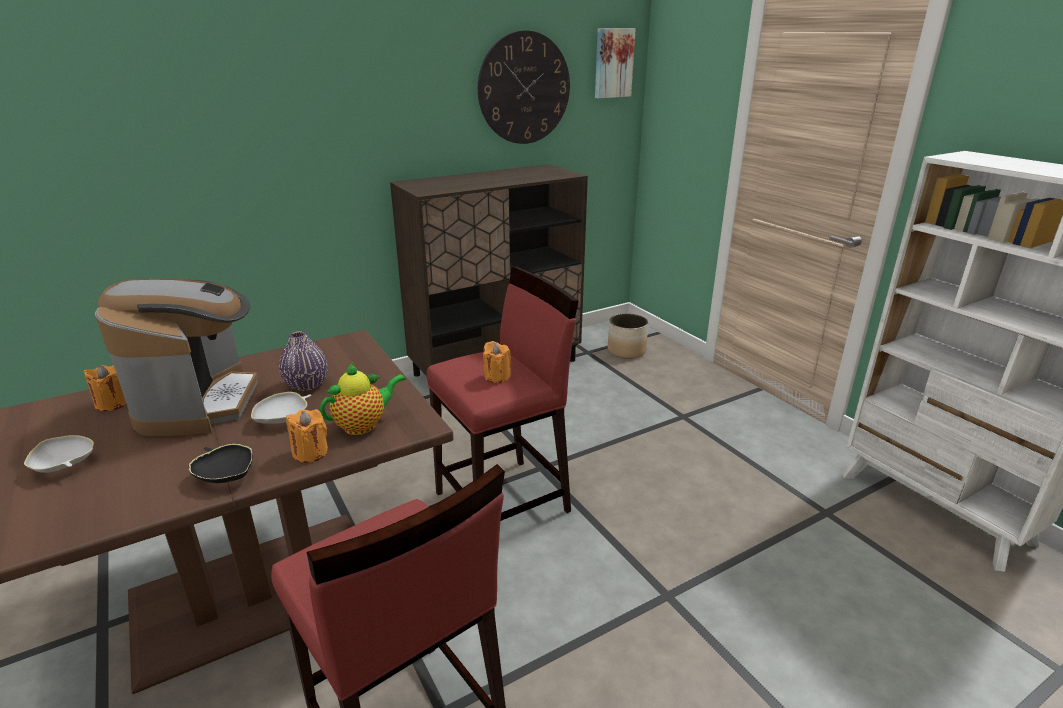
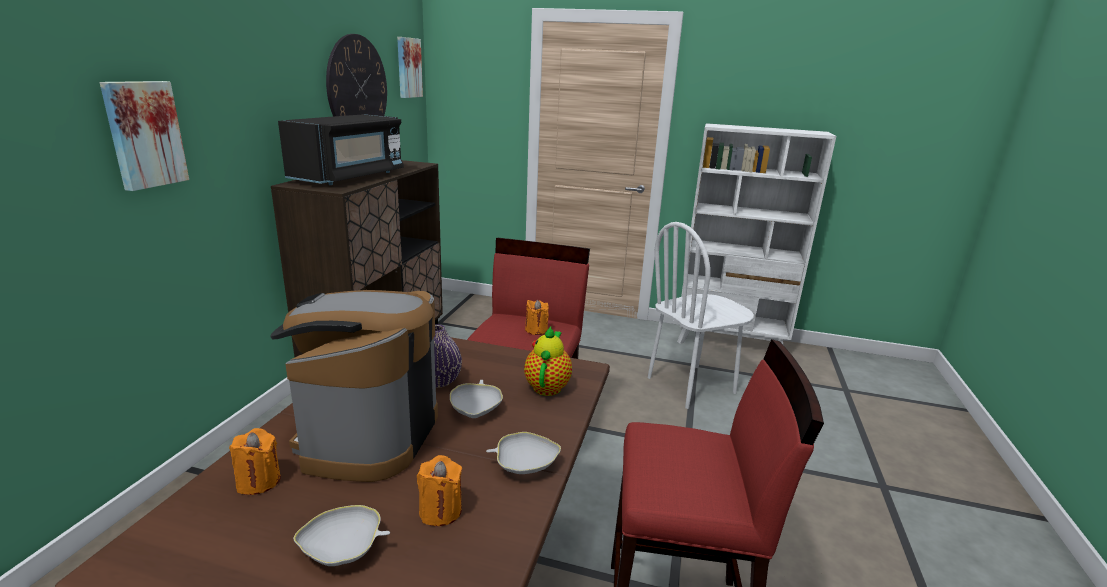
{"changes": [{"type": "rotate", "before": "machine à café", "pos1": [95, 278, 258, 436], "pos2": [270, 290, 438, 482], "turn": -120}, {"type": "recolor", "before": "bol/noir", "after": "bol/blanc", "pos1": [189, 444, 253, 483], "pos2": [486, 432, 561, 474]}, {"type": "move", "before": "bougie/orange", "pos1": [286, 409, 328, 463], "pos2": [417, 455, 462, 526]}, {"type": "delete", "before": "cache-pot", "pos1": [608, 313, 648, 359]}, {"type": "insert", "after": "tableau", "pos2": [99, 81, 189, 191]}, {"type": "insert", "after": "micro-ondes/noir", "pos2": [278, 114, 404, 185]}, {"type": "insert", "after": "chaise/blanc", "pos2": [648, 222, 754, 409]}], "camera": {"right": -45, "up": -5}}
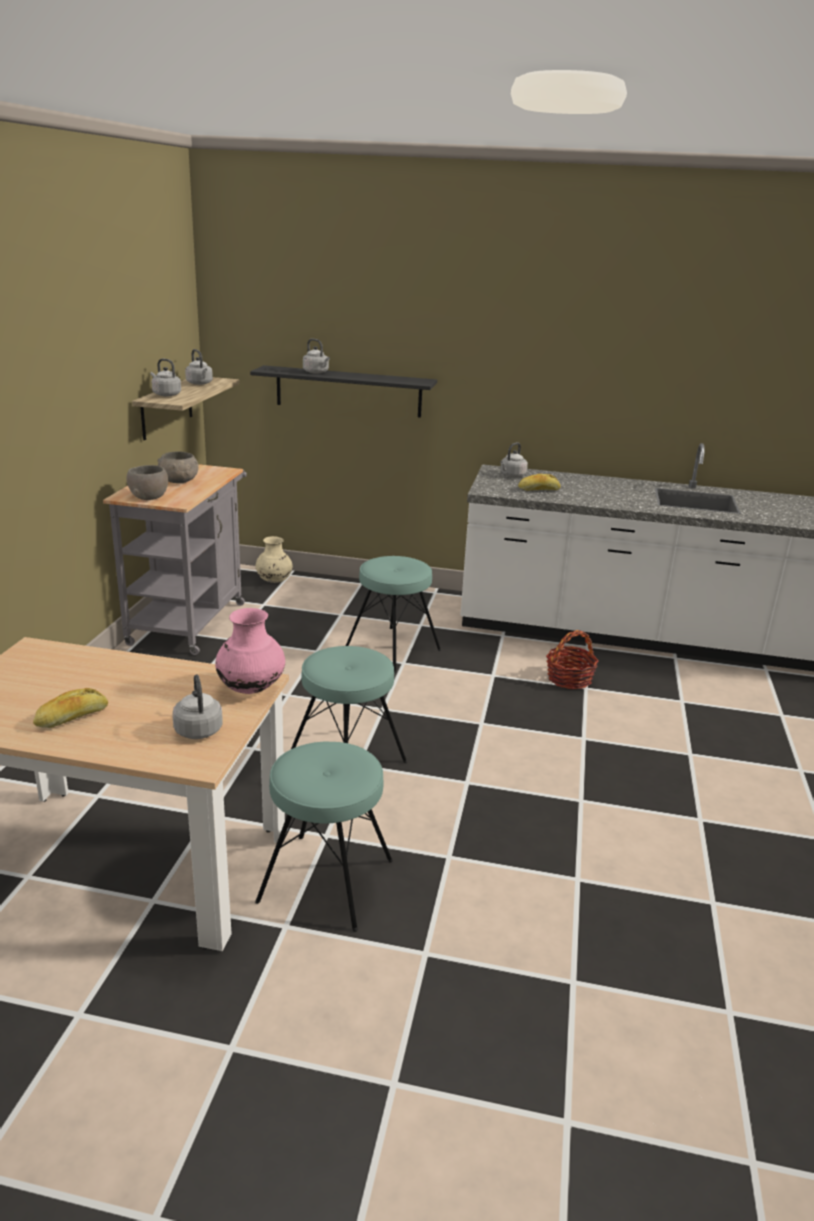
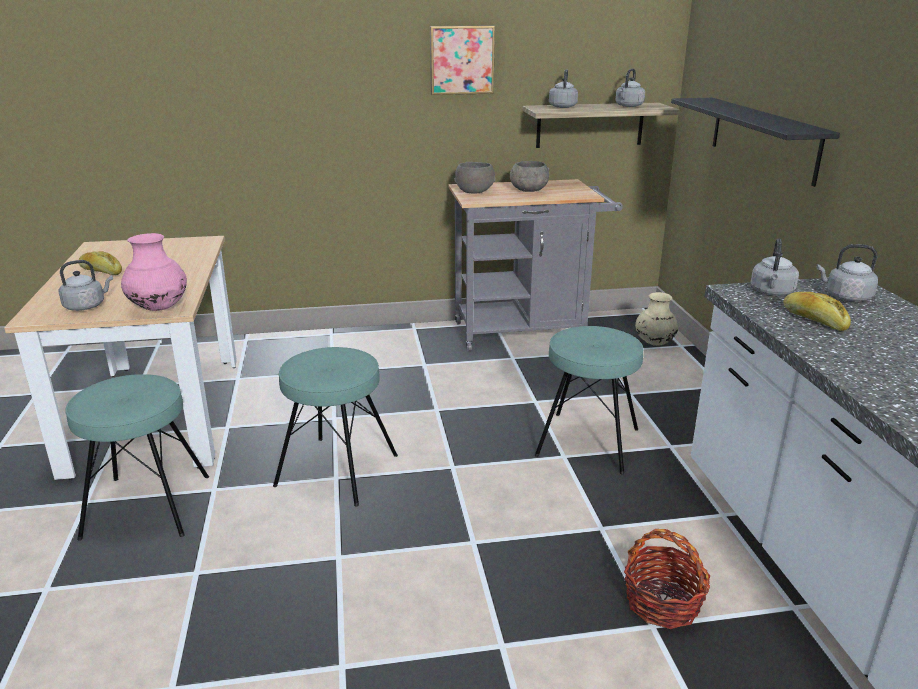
{"changes": [{"type": "move", "before": "bouilloire/gris", "pos1": [303, 338, 330, 374], "pos2": [751, 238, 799, 296]}, {"type": "insert", "after": "tableau", "pos2": [430, 26, 495, 95]}], "camera": {"right": 70, "up": 0}}
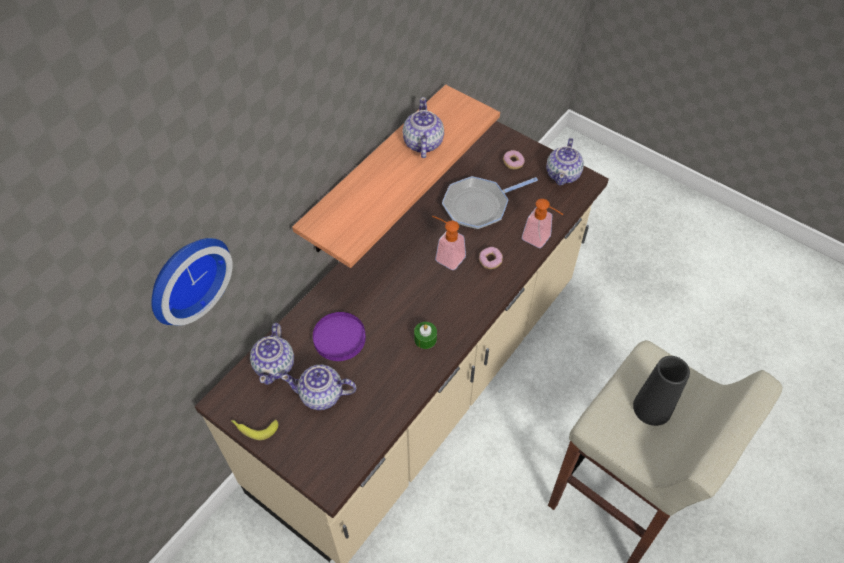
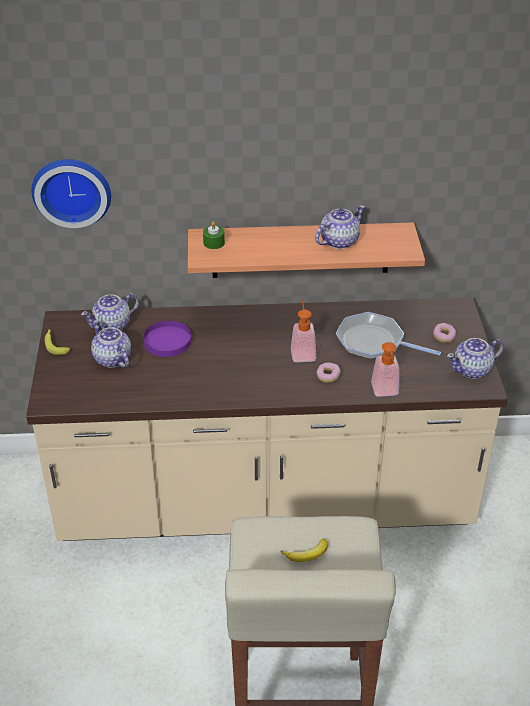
{"changes": [{"type": "move", "before": "bougie/vert", "pos1": [414, 322, 437, 349], "pos2": [203, 221, 225, 249]}, {"type": "replace", "before": "vase/noir", "after": "banane", "pos1": [633, 356, 690, 426], "pos2": [280, 539, 328, 562]}], "camera": {"right": 50, "up": -15}}
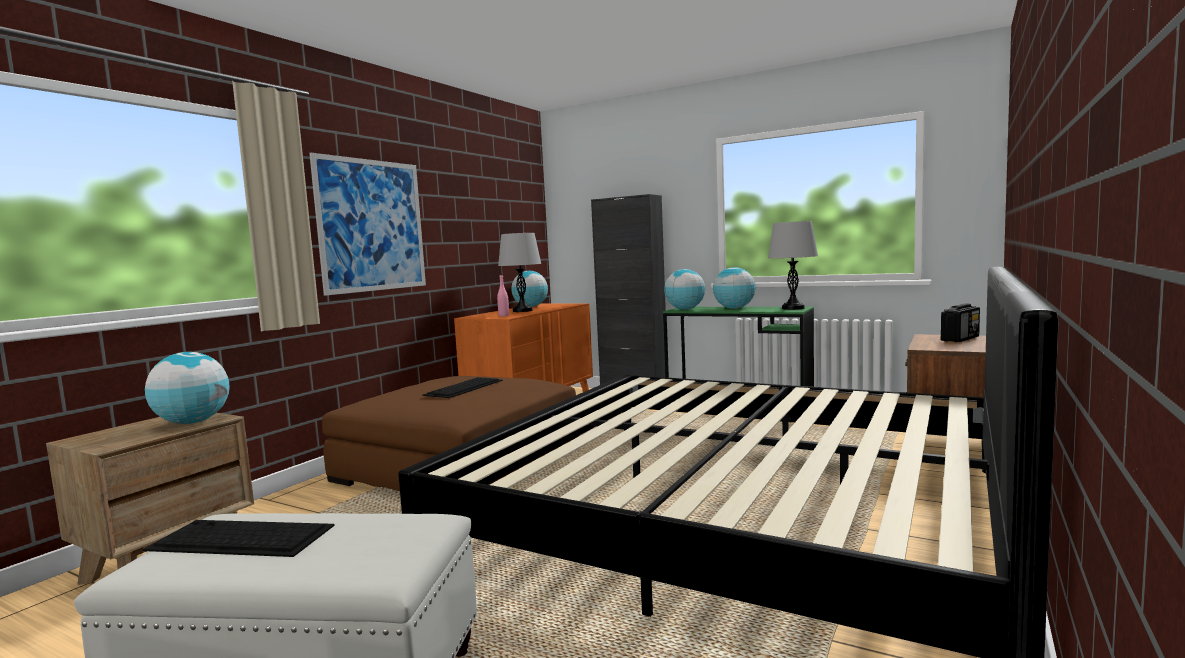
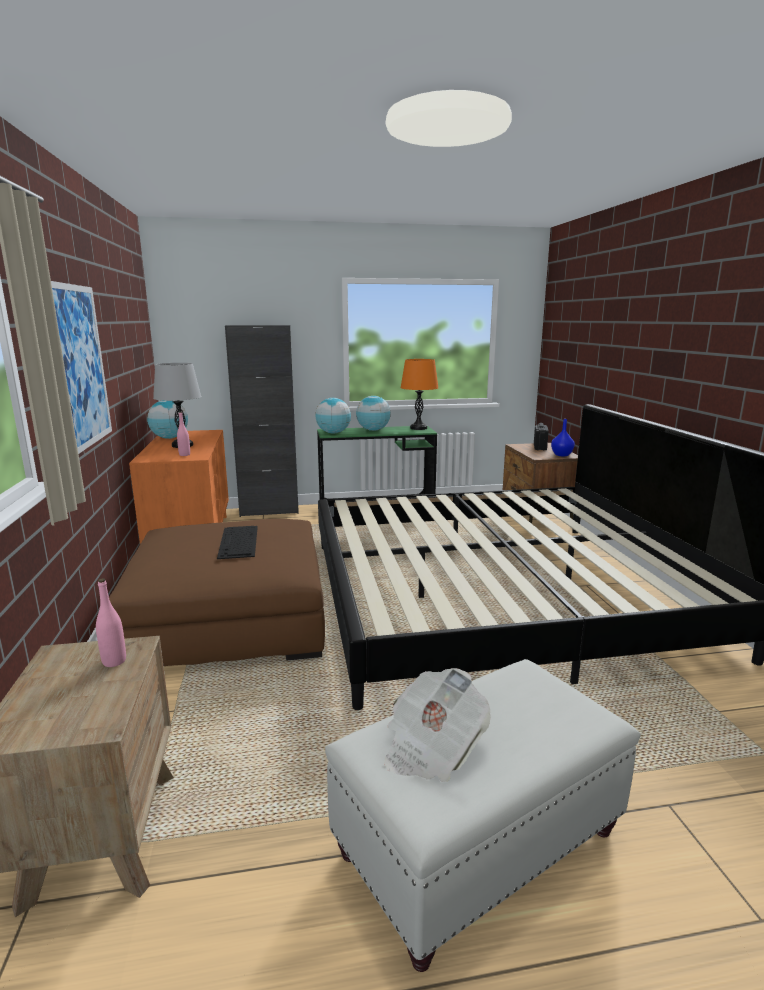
{"changes": [{"type": "replace", "before": "clavier", "after": "journal", "pos1": [143, 520, 335, 557], "pos2": [384, 668, 491, 782]}, {"type": "replace", "before": "globe", "after": "bouteille/rose", "pos1": [145, 352, 229, 424], "pos2": [96, 578, 126, 667]}, {"type": "recolor", "before": "lampe de table/gris", "after": "lampe de table/orange", "pos1": [768, 221, 818, 310], "pos2": [400, 359, 438, 430]}, {"type": "insert", "after": "vase/bleu", "pos2": [551, 419, 575, 456]}], "camera": {"right": -40, "up": 10}}
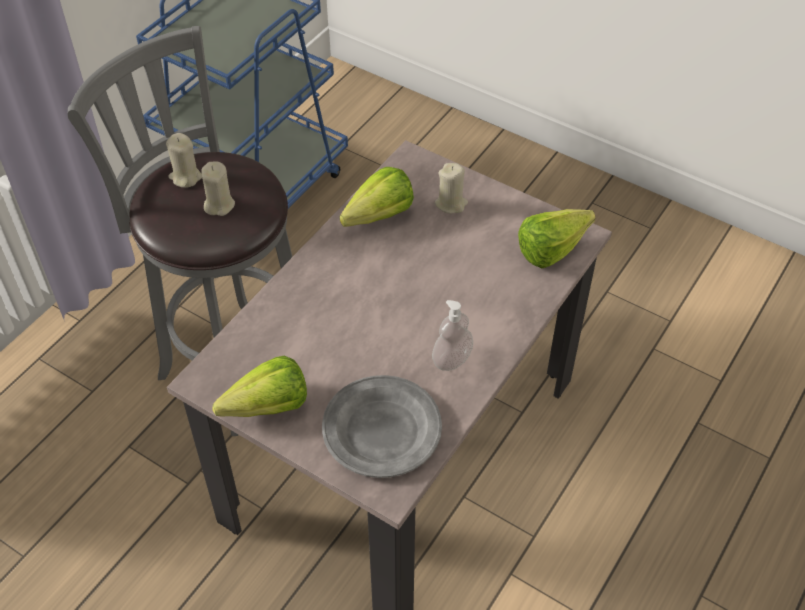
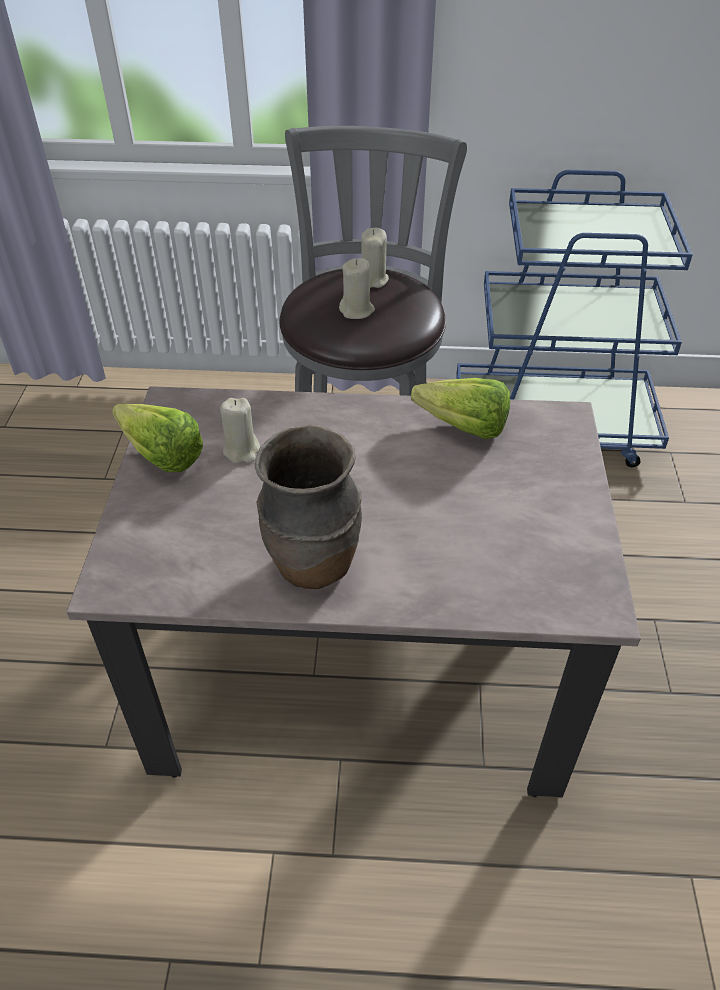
{"changes": [{"type": "delete", "before": "assiette/gris", "pos1": [322, 375, 442, 478]}, {"type": "replace", "before": "distributeur de savon", "after": "vase/marron", "pos1": [432, 300, 473, 371], "pos2": [255, 425, 362, 589]}, {"type": "move", "before": "bougie/beige", "pos1": [435, 163, 468, 214], "pos2": [220, 398, 260, 463]}, {"type": "delete", "before": "laitue", "pos1": [518, 209, 595, 268]}], "camera": {"right": 60, "up": -5}}
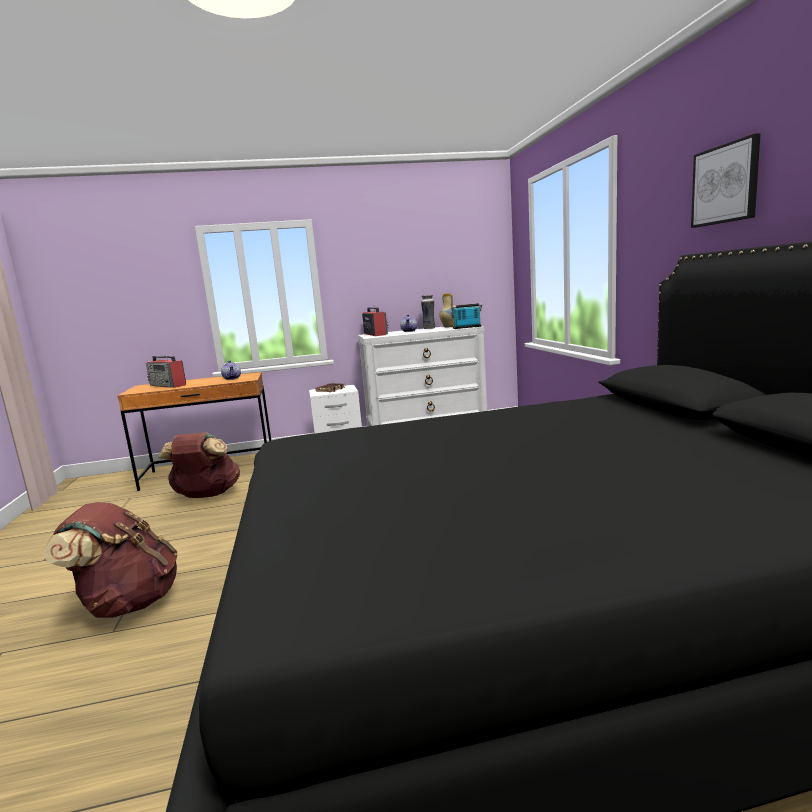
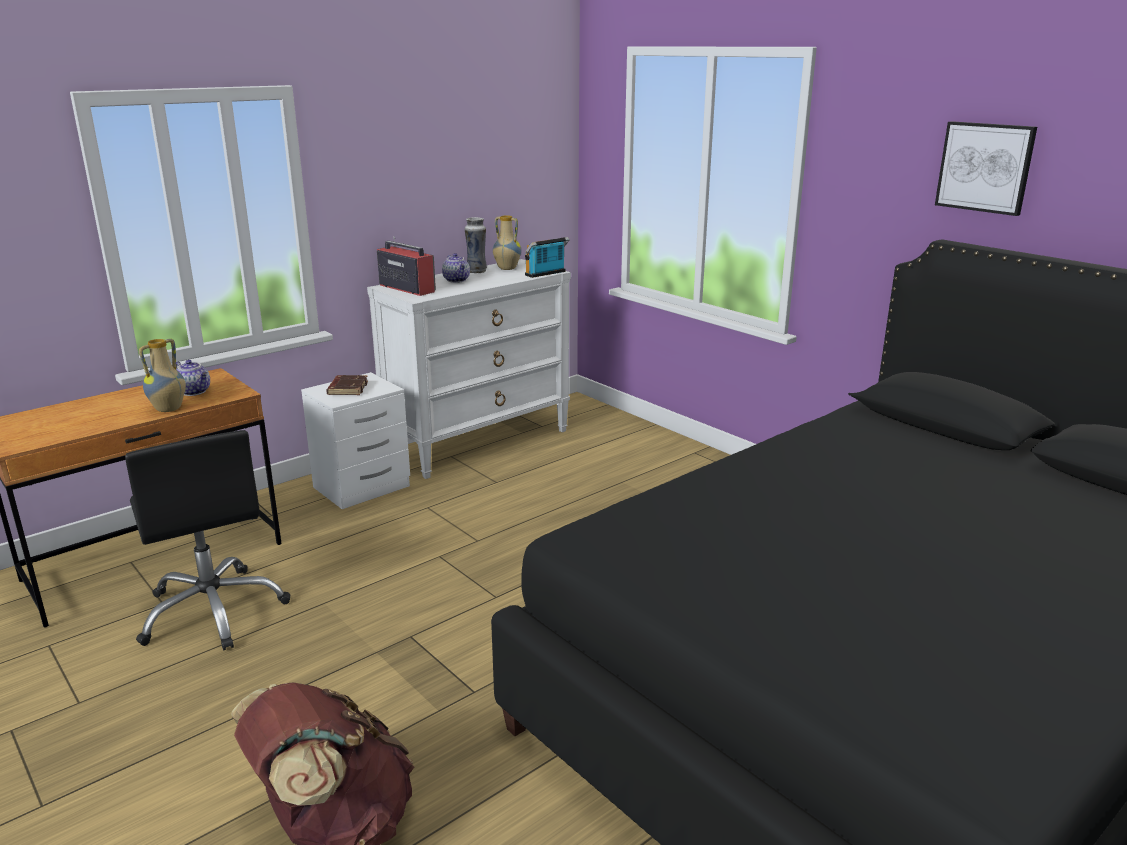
{"changes": [{"type": "delete", "before": "radio", "pos1": [146, 356, 186, 388]}, {"type": "replace", "before": "sac à dos/marron", "after": "chaise de bureau/noir", "pos1": [158, 433, 240, 498], "pos2": [125, 430, 290, 650]}, {"type": "insert", "after": "vase", "pos2": [139, 339, 186, 412]}], "camera": {"right": -30, "up": 10}}
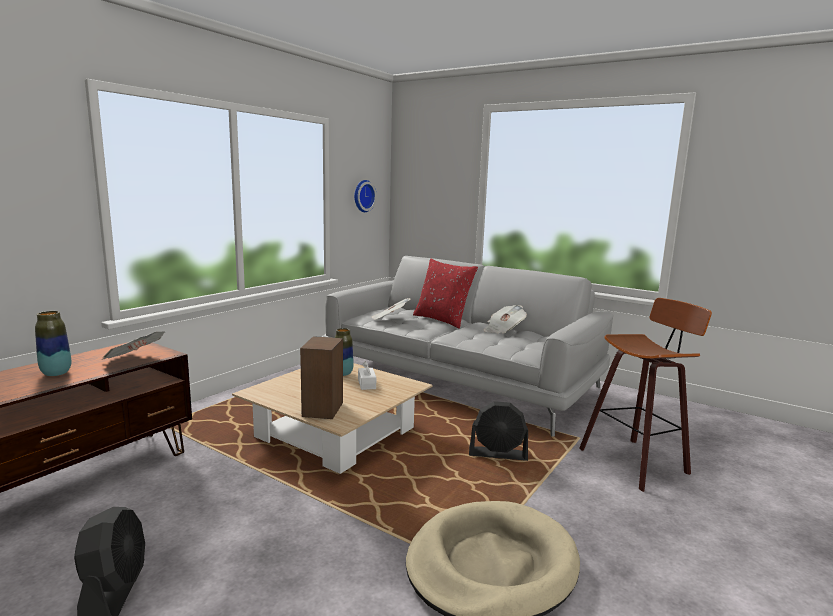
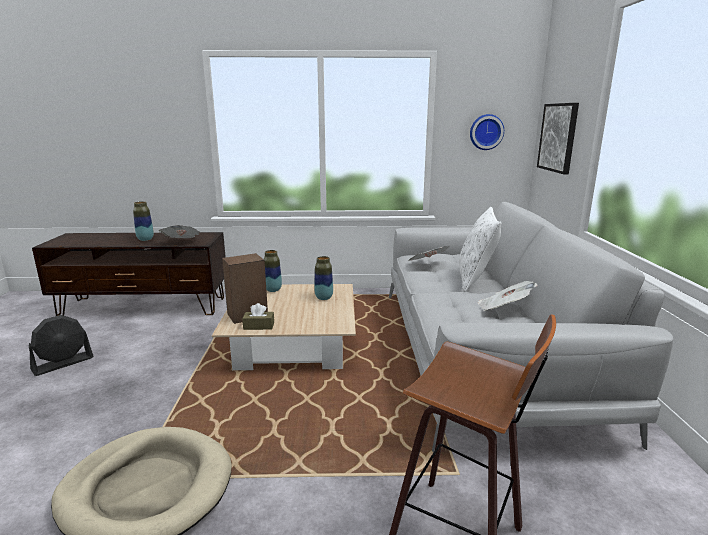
{"changes": [{"type": "delete", "before": "boîte à mouchoirs/blanc", "pos1": [358, 361, 376, 390]}, {"type": "recolor", "before": "coussin/rouge", "after": "coussin/blanc", "pos1": [413, 259, 478, 329], "pos2": [459, 207, 501, 292]}, {"type": "delete", "before": "ventilateur/noir", "pos1": [469, 401, 528, 461]}, {"type": "insert", "after": "boîte à mouchoirs/marron", "pos2": [242, 303, 274, 330]}, {"type": "insert", "after": "vase", "pos2": [264, 250, 282, 292]}, {"type": "insert", "after": "tableau", "pos2": [537, 103, 579, 175]}], "camera": {"right": 55, "up": 5}}
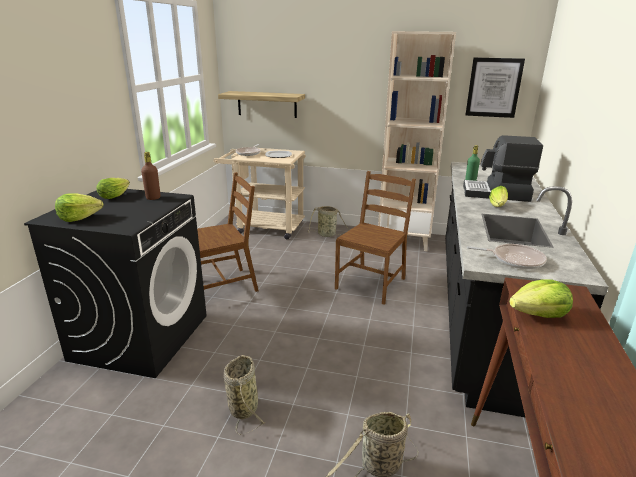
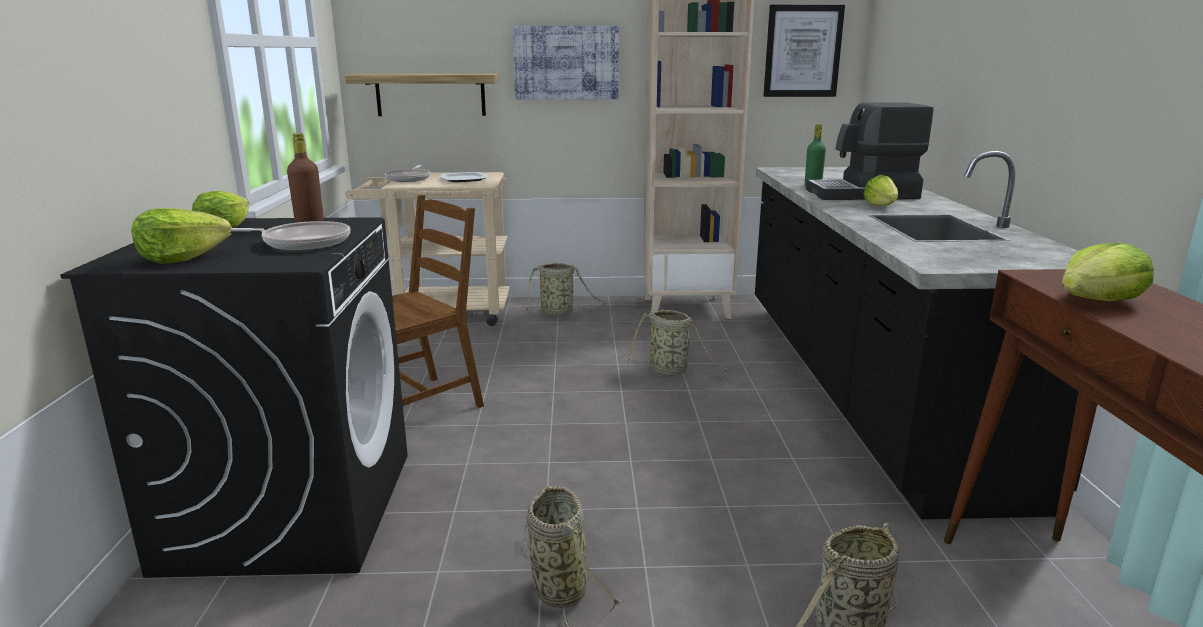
{"changes": [{"type": "replace", "before": "chaise/marron", "after": "panier", "pos1": [335, 171, 416, 304], "pos2": [627, 310, 728, 376]}, {"type": "move", "before": "poêle", "pos1": [467, 244, 547, 269], "pos2": [232, 221, 350, 250]}, {"type": "insert", "after": "tableau", "pos2": [513, 26, 619, 100]}], "camera": {"right": -15, "up": -5}}
